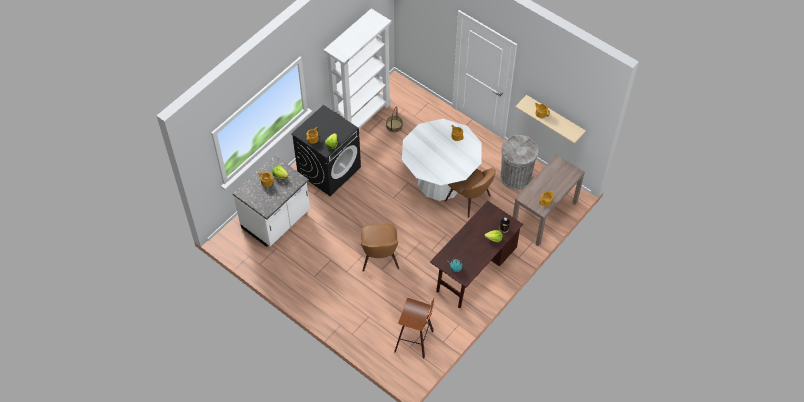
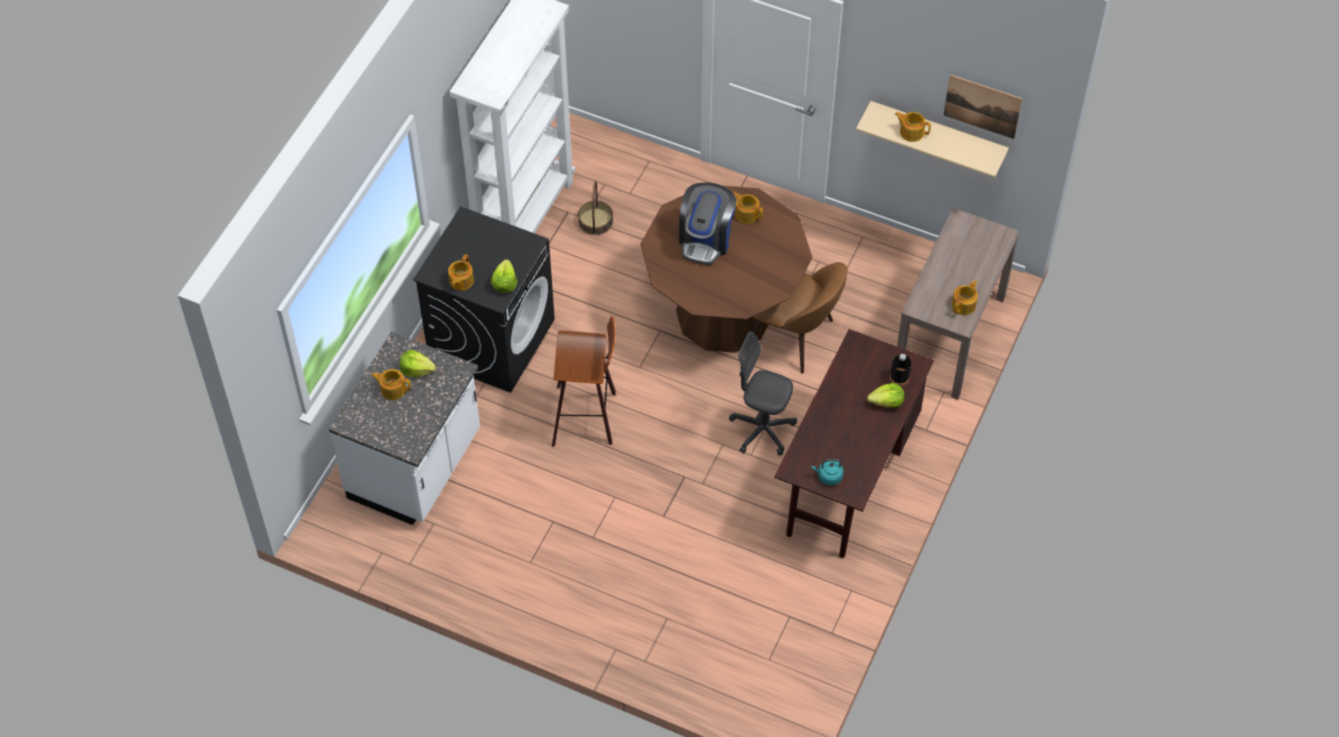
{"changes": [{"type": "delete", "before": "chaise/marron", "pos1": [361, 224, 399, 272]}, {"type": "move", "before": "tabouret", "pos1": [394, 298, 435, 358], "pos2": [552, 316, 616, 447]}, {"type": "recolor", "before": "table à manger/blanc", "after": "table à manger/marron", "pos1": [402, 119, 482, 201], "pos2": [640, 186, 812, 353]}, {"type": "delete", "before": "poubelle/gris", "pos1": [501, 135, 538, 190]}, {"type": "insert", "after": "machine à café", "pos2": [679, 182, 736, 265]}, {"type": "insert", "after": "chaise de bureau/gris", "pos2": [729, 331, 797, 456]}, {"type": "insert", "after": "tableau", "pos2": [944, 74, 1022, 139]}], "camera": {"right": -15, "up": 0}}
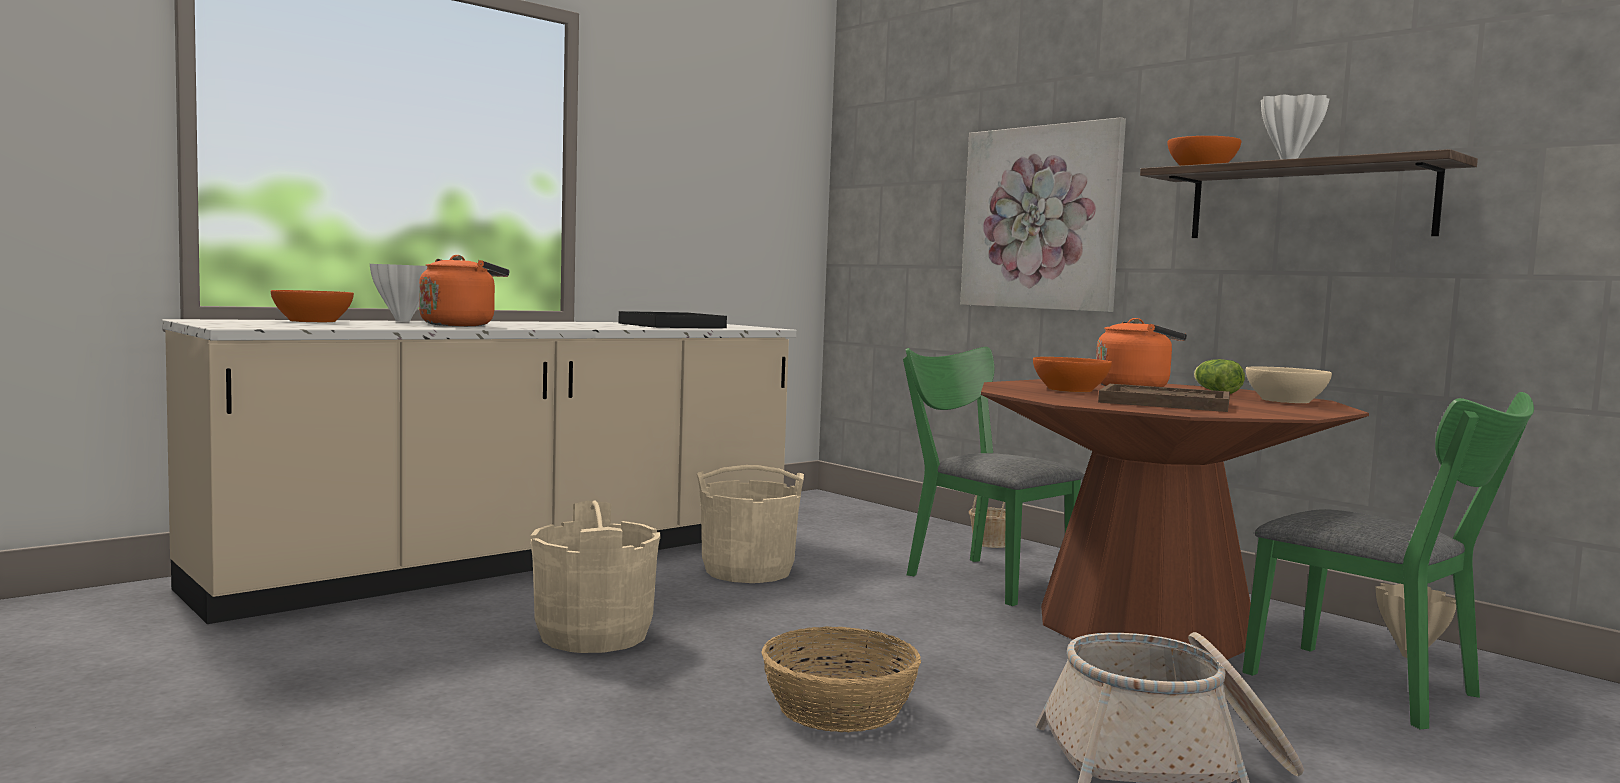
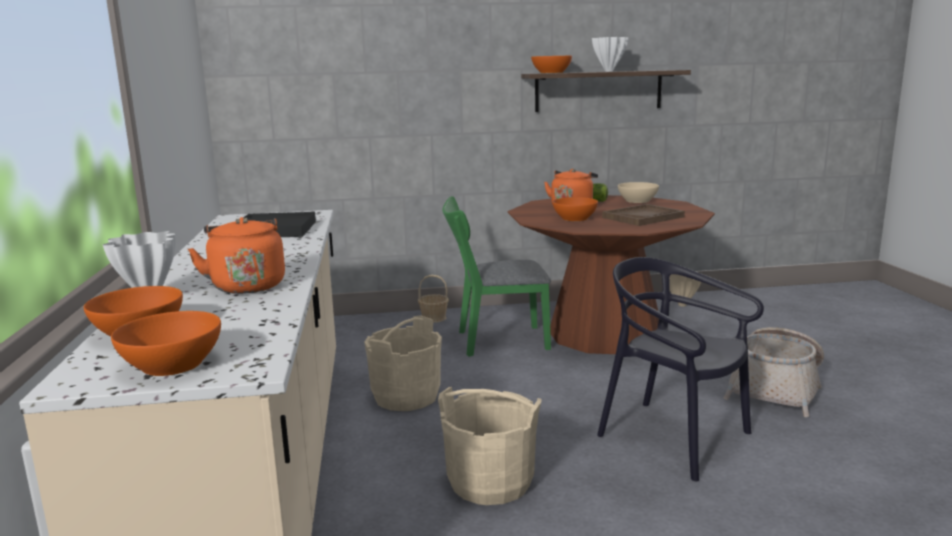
{"changes": [{"type": "replace", "before": "panier", "after": "chaise/noir", "pos1": [761, 626, 922, 732], "pos2": [597, 257, 764, 481]}, {"type": "delete", "before": "tableau", "pos1": [960, 117, 1126, 312]}, {"type": "delete", "before": "chaise/vert", "pos1": [1242, 392, 1534, 729]}, {"type": "insert", "after": "bol/orange", "pos2": [111, 311, 221, 376]}], "camera": {"right": -55, "up": 10}}
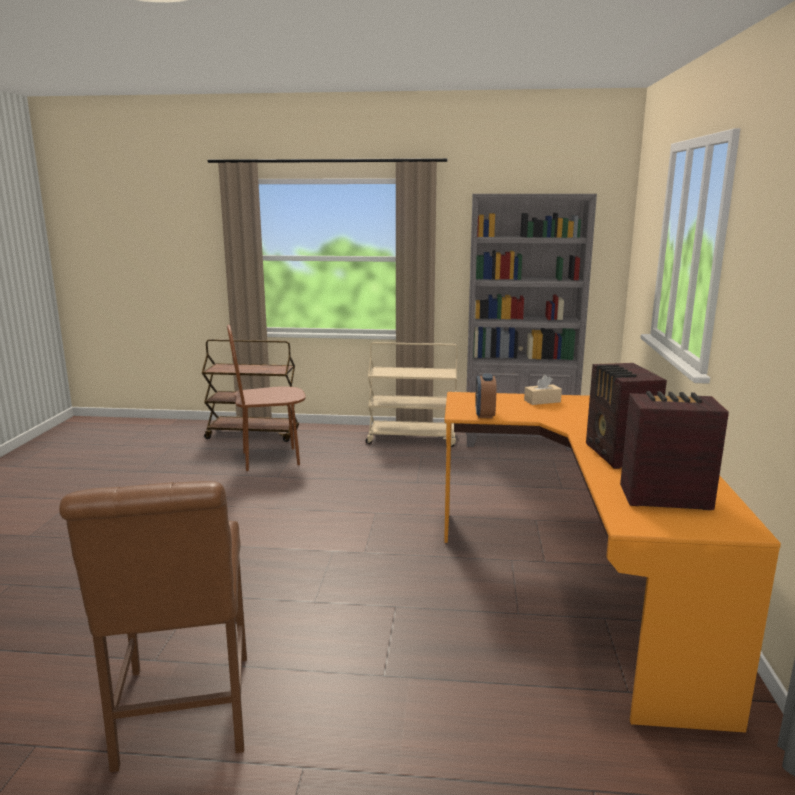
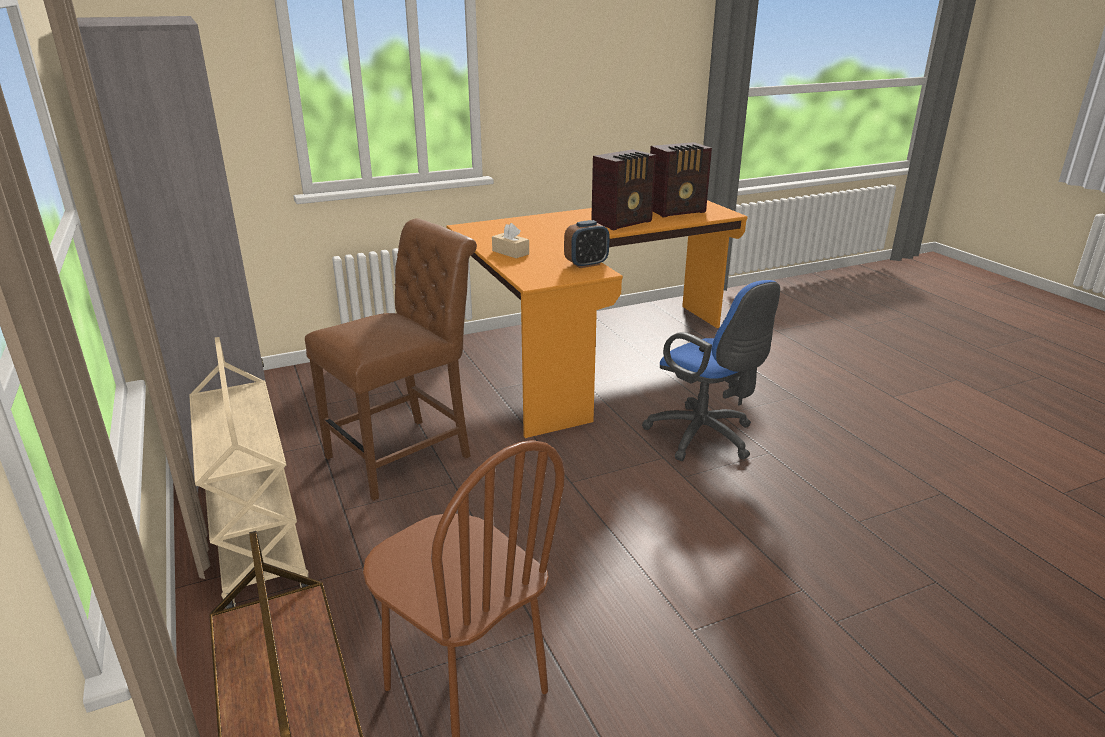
{"changes": [{"type": "move", "before": "chaise/marron", "pos1": [59, 481, 247, 772], "pos2": [305, 218, 477, 501]}, {"type": "rotate", "before": "radio", "pos1": [620, 391, 729, 510], "pos2": [650, 142, 712, 217], "turn": -90}, {"type": "insert", "after": "chaise de bureau/bleu", "pos2": [642, 280, 780, 461]}], "camera": {"right": -120, "up": 10}}
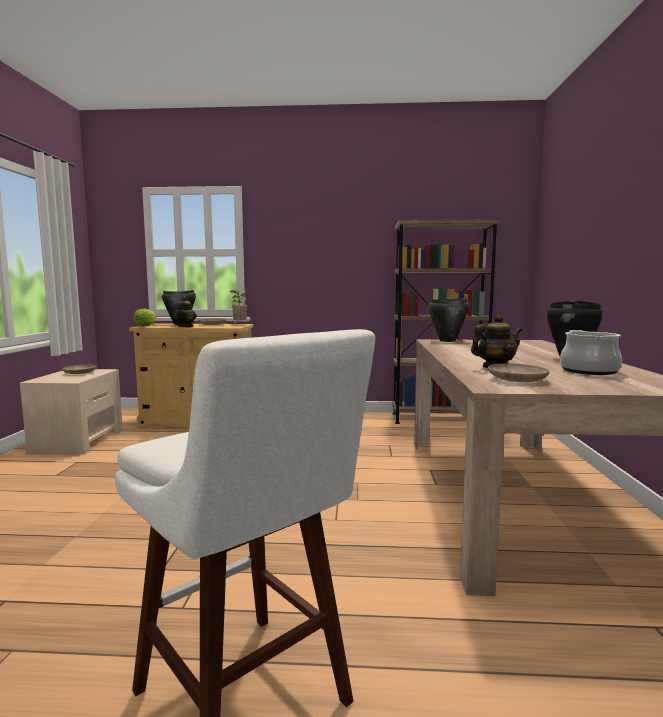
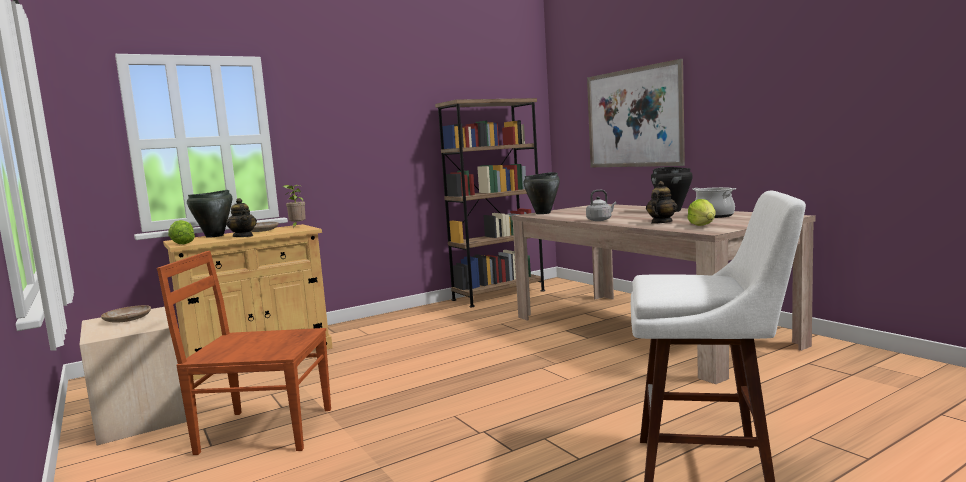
{"changes": [{"type": "replace", "before": "assiette/beige", "after": "laitue", "pos1": [488, 363, 550, 382], "pos2": [688, 199, 716, 226]}, {"type": "insert", "after": "chaise/marron", "pos2": [157, 251, 331, 455]}, {"type": "insert", "after": "bouilloire/gris", "pos2": [586, 190, 616, 221]}, {"type": "insert", "after": "tableau", "pos2": [587, 59, 685, 167]}], "camera": {"right": -35, "up": 0}}
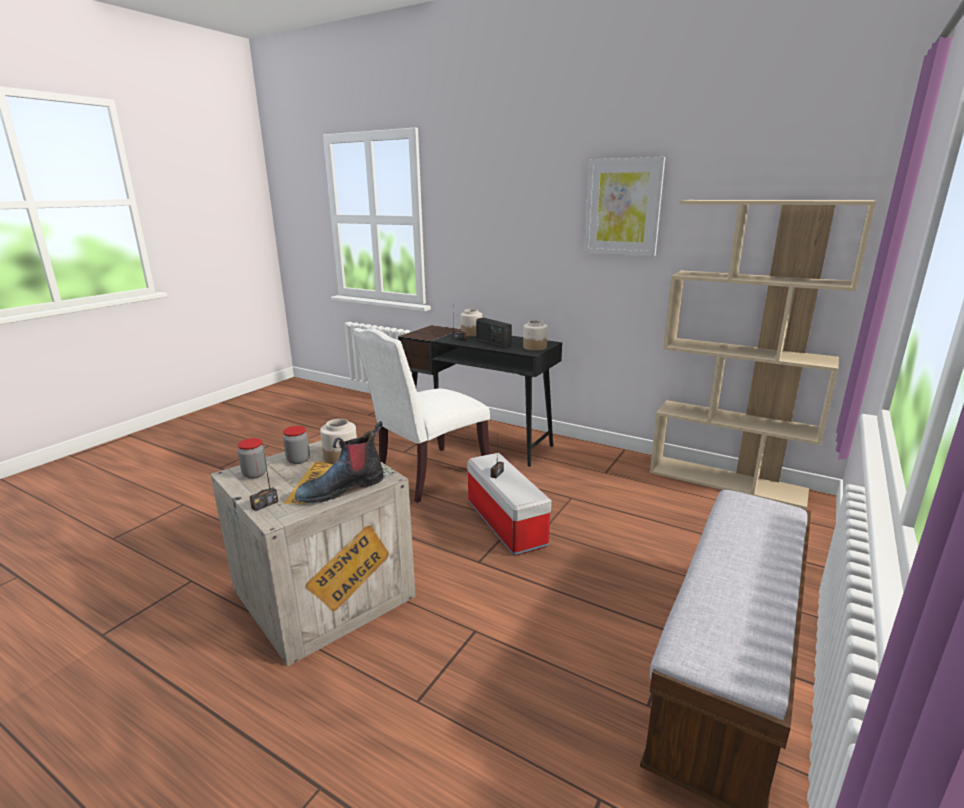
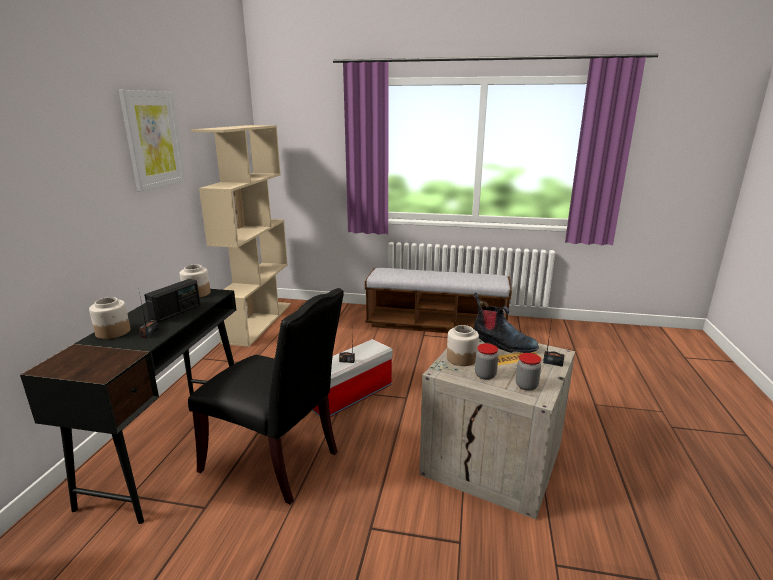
{"changes": [{"type": "recolor", "before": "chaise/blanc", "after": "chaise/noir", "pos1": [353, 328, 490, 503], "pos2": [188, 288, 344, 505]}], "camera": {"right": -110, "up": 0}}
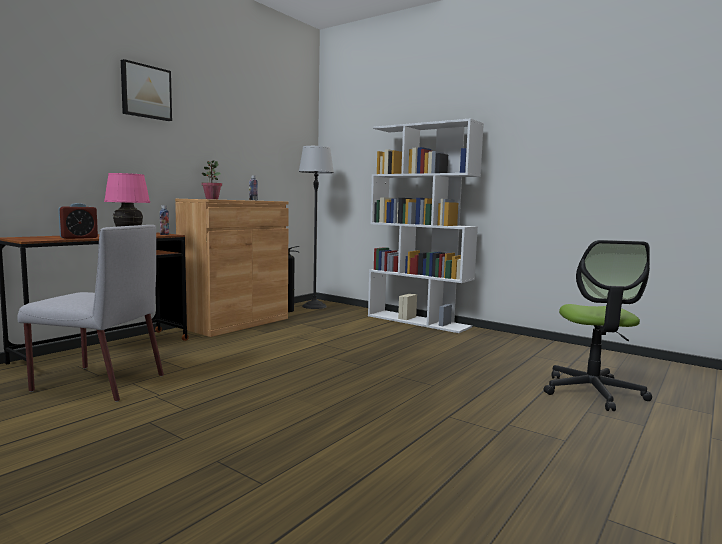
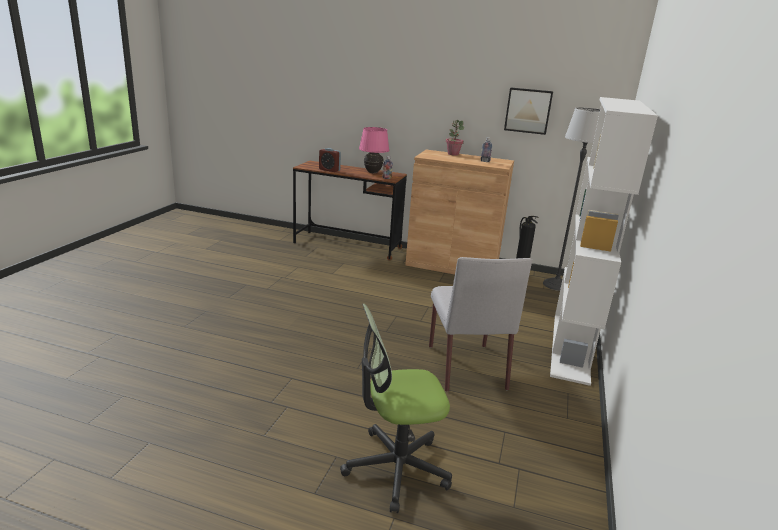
{"changes": [{"type": "move", "before": "chaise/gris", "pos1": [17, 225, 164, 402], "pos2": [429, 257, 532, 392]}, {"type": "move", "before": "tableau", "pos1": [121, 59, 172, 121], "pos2": [504, 88, 553, 135]}], "camera": {"right": 70, "up": 15}}
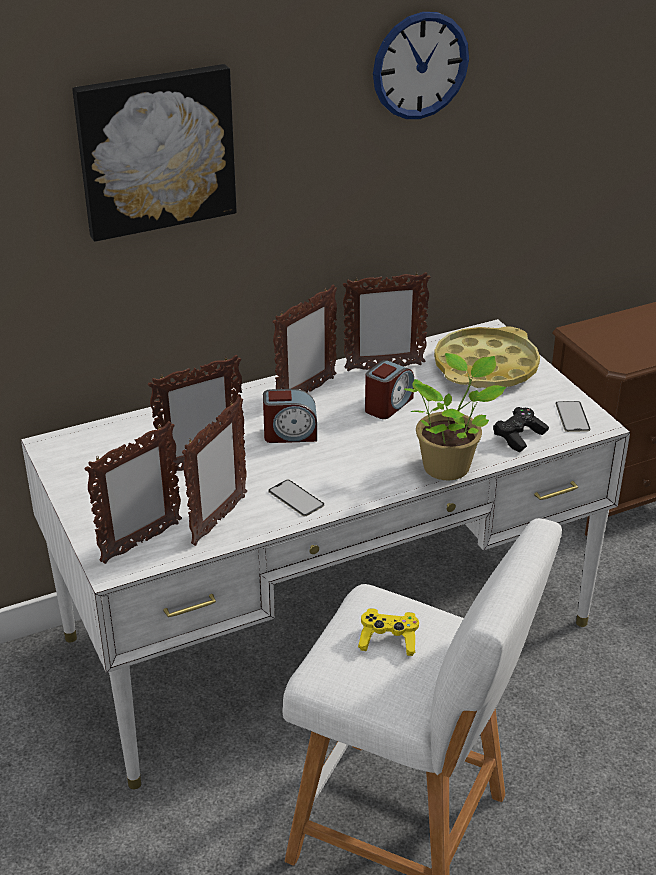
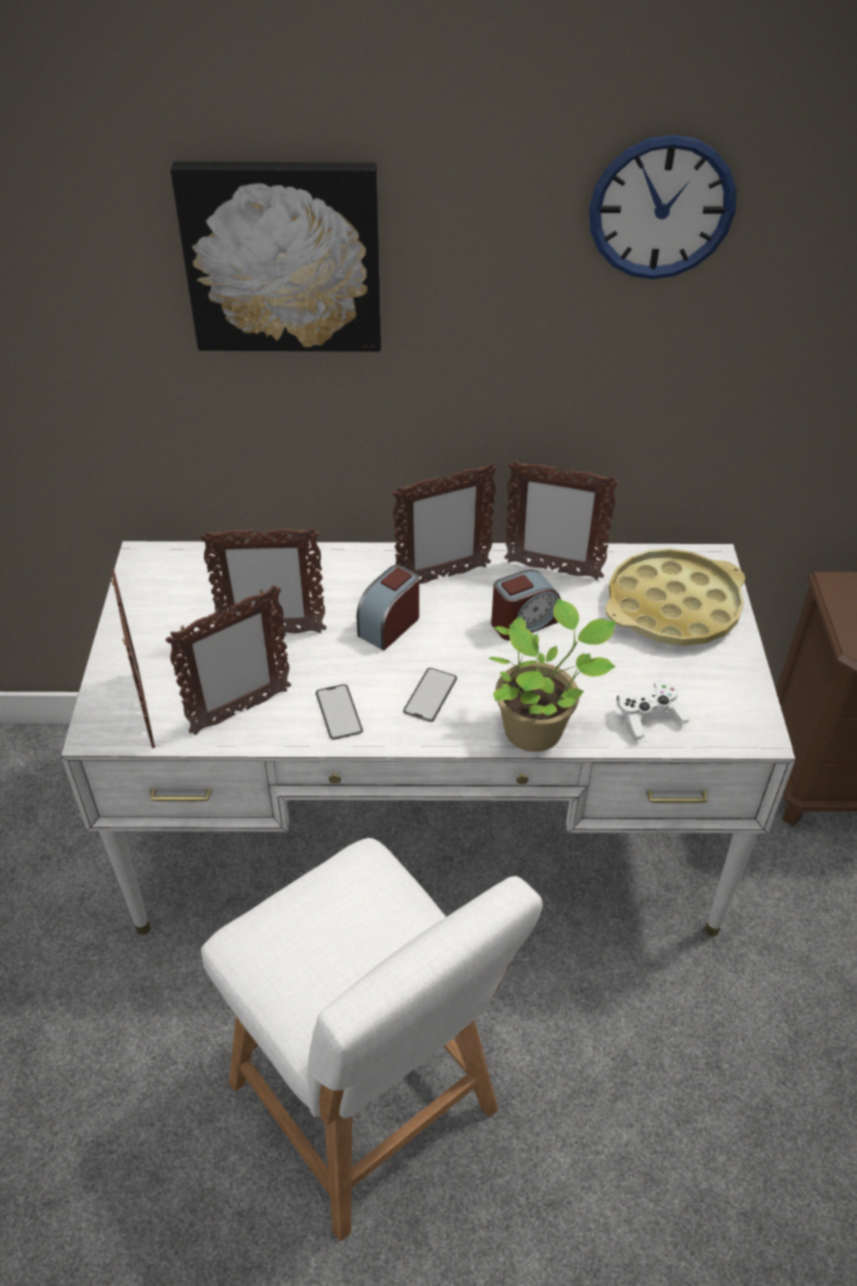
{"changes": [{"type": "rotate", "before": "cadre photo", "pos1": [84, 421, 182, 564], "pos2": [111, 569, 155, 748], "turn": -90}, {"type": "rotate", "before": "réveil", "pos1": [263, 389, 317, 443], "pos2": [356, 565, 419, 651], "turn": 105}, {"type": "delete", "before": "manette/jaune", "pos1": [358, 608, 419, 656]}, {"type": "recolor", "before": "manette/noir", "after": "manette/blanc", "pos1": [493, 407, 549, 452], "pos2": [617, 680, 689, 741]}, {"type": "move", "before": "téléphone", "pos1": [556, 401, 590, 432], "pos2": [403, 668, 457, 722]}], "camera": {"right": 25, "up": 10}}
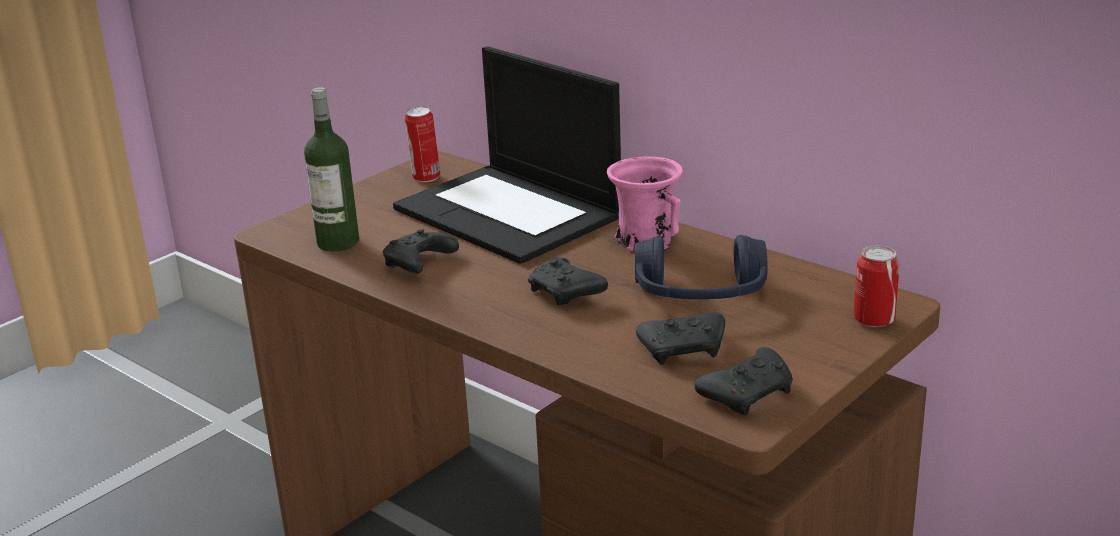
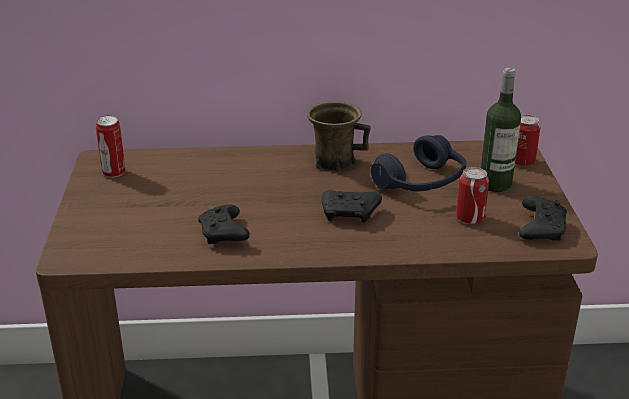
{"changes": [{"type": "move", "before": "bouteille", "pos1": [304, 87, 359, 252], "pos2": [481, 68, 521, 192]}, {"type": "delete", "before": "ordinateur portable", "pos1": [393, 46, 621, 264]}, {"type": "recolor", "before": "mug/rose", "after": "mug/marron", "pos1": [607, 156, 683, 251], "pos2": [307, 101, 371, 172]}, {"type": "replace", "before": "manette/noir", "after": "boîte métallique", "pos1": [636, 312, 725, 365], "pos2": [456, 167, 489, 224]}], "camera": {"right": -45, "up": 5}}
